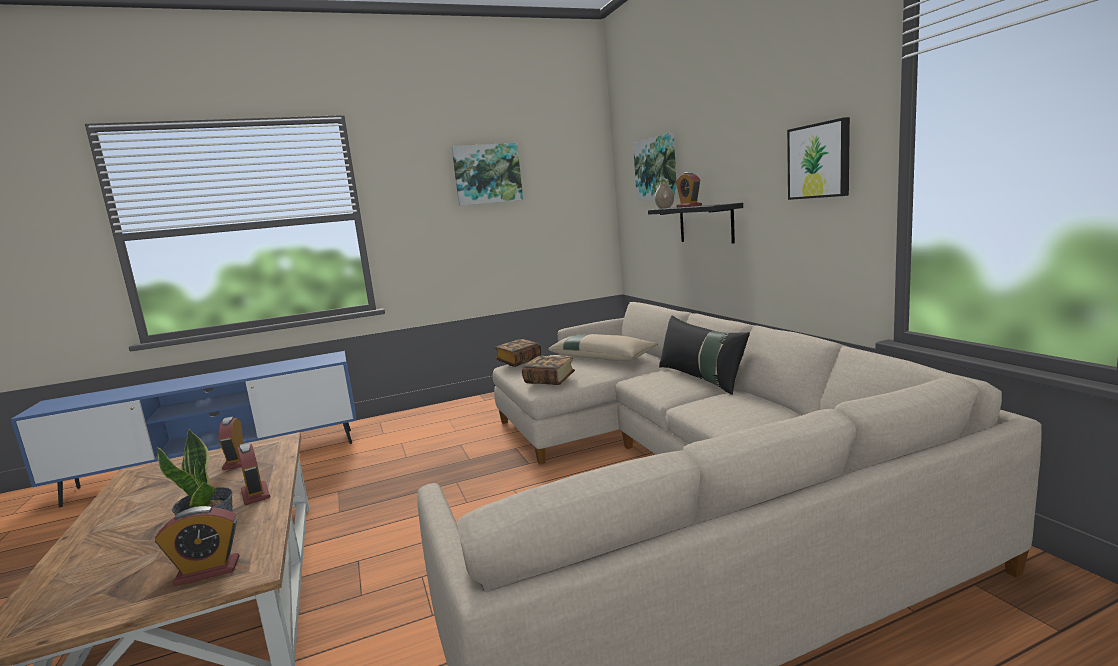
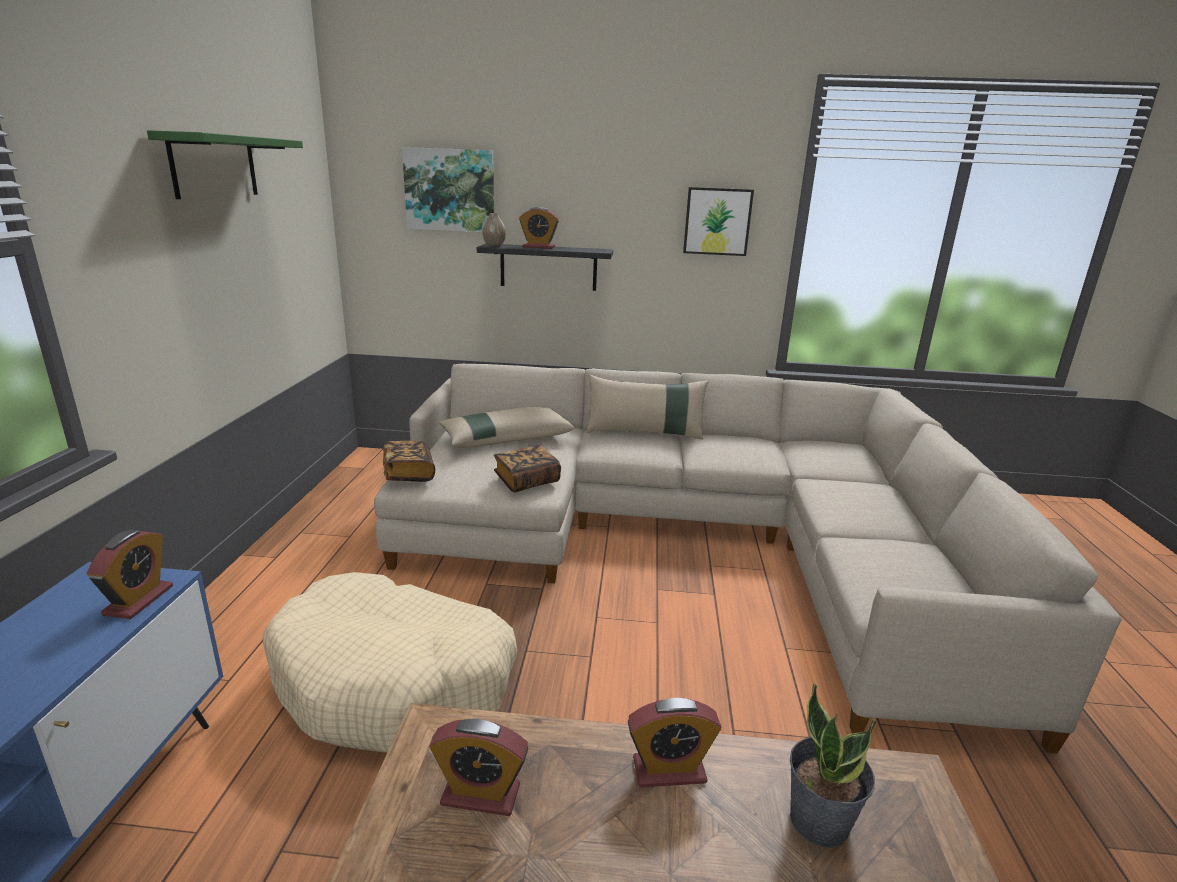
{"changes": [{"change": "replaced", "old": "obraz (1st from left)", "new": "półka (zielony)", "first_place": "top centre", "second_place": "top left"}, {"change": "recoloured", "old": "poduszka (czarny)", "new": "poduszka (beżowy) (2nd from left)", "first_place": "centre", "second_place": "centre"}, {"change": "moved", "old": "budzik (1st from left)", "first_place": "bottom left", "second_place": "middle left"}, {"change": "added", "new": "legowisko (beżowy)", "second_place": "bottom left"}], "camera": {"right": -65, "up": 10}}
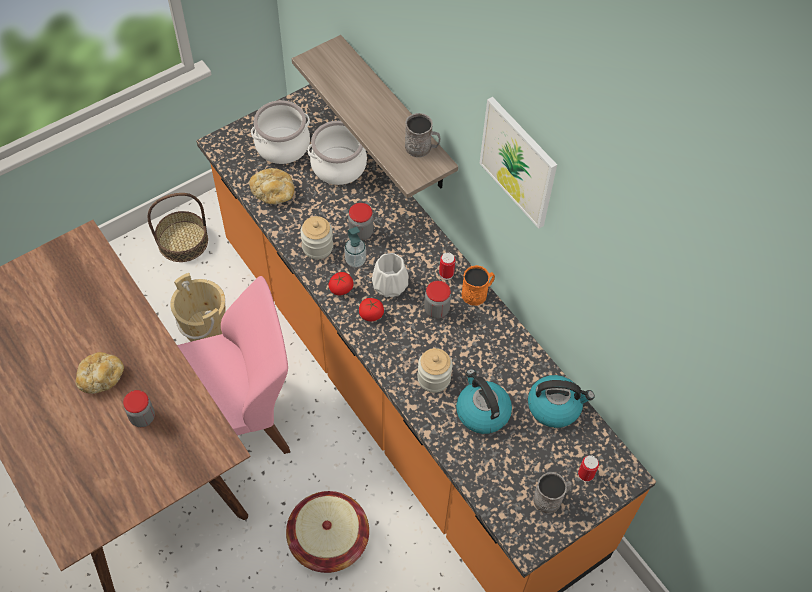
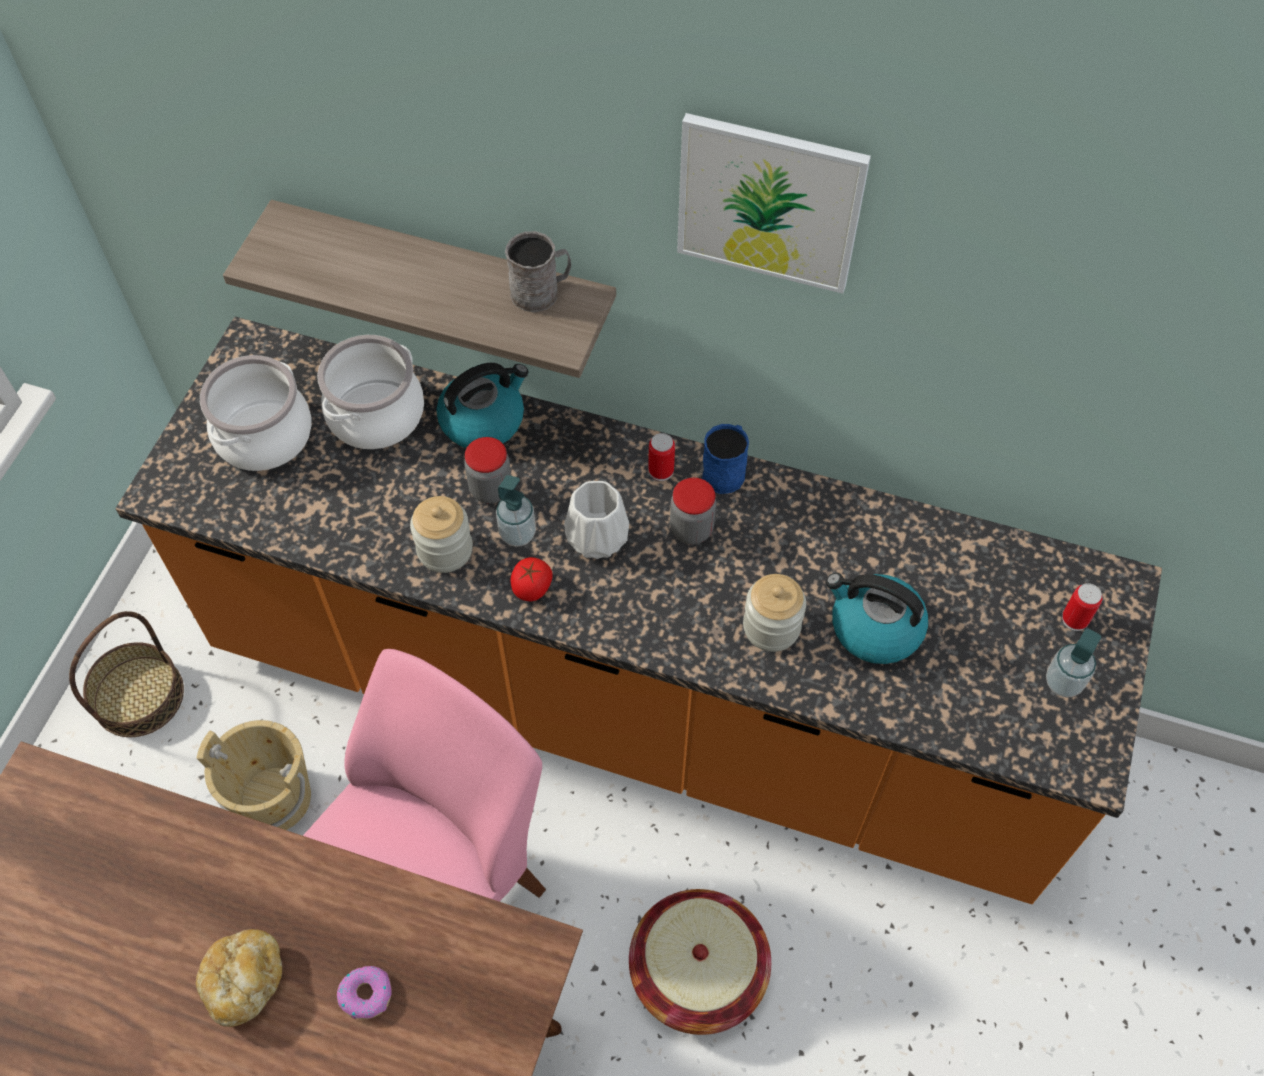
{"changes": [{"change": "removed", "old": "chleb (2nd from left)", "first_place": "top centre"}, {"change": "recoloured", "old": "kubek (pomarańczowy)", "new": "kubek (niebieski)", "first_place": "centre", "second_place": "centre"}, {"change": "removed", "old": "pomidor (2nd from left)", "first_place": "centre"}, {"change": "moved", "old": "czajnik (2nd from left in the first image)", "new": "czajnik (1st from left)", "first_place": "bottom right", "second_place": "centre"}, {"change": "replaced", "old": "słoik (1st from left)", "new": "donut", "first_place": "bottom left", "second_place": "bottom left"}, {"change": "replaced", "old": "kubek (szary) (2nd from left)", "new": "dozownik mydła (2nd from left)", "first_place": "bottom right", "second_place": "middle right"}], "camera": {"right": -35, "up": 0}}
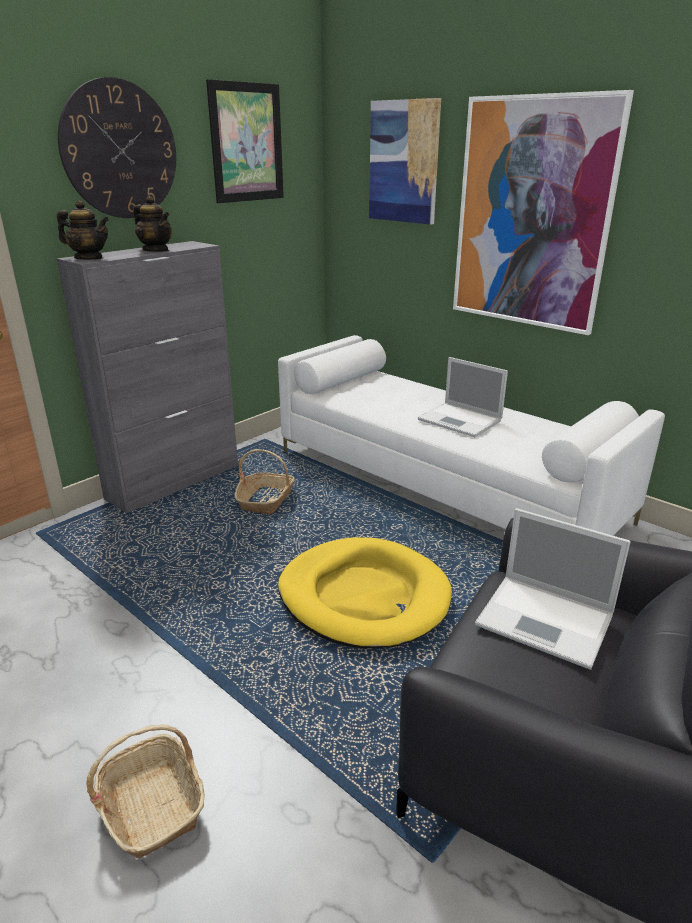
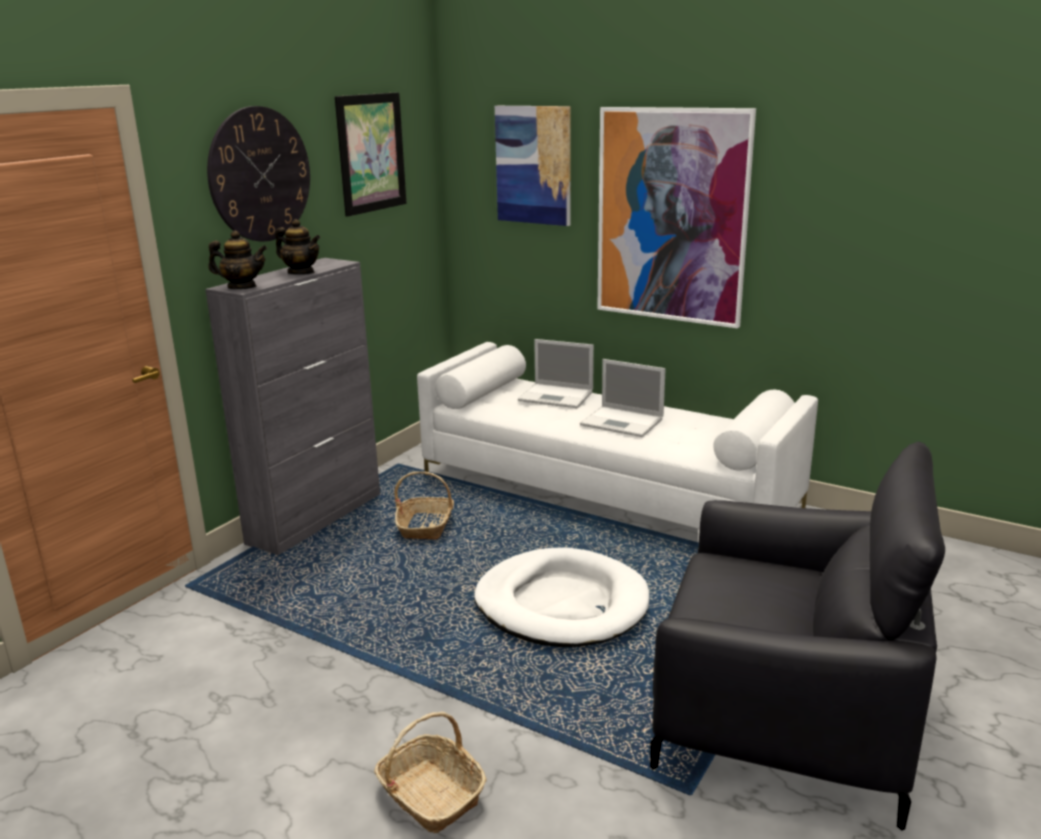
{"changes": [{"change": "moved", "old": "laptop (2nd from left in the first image)", "new": "laptop (1st from left)", "first_place": "middle right", "second_place": "centre"}, {"change": "recoloured", "old": "legowisko (żółty)", "new": "legowisko (biały)", "first_place": "centre", "second_place": "bottom centre"}], "camera": {"right": -10, "up": -5}}
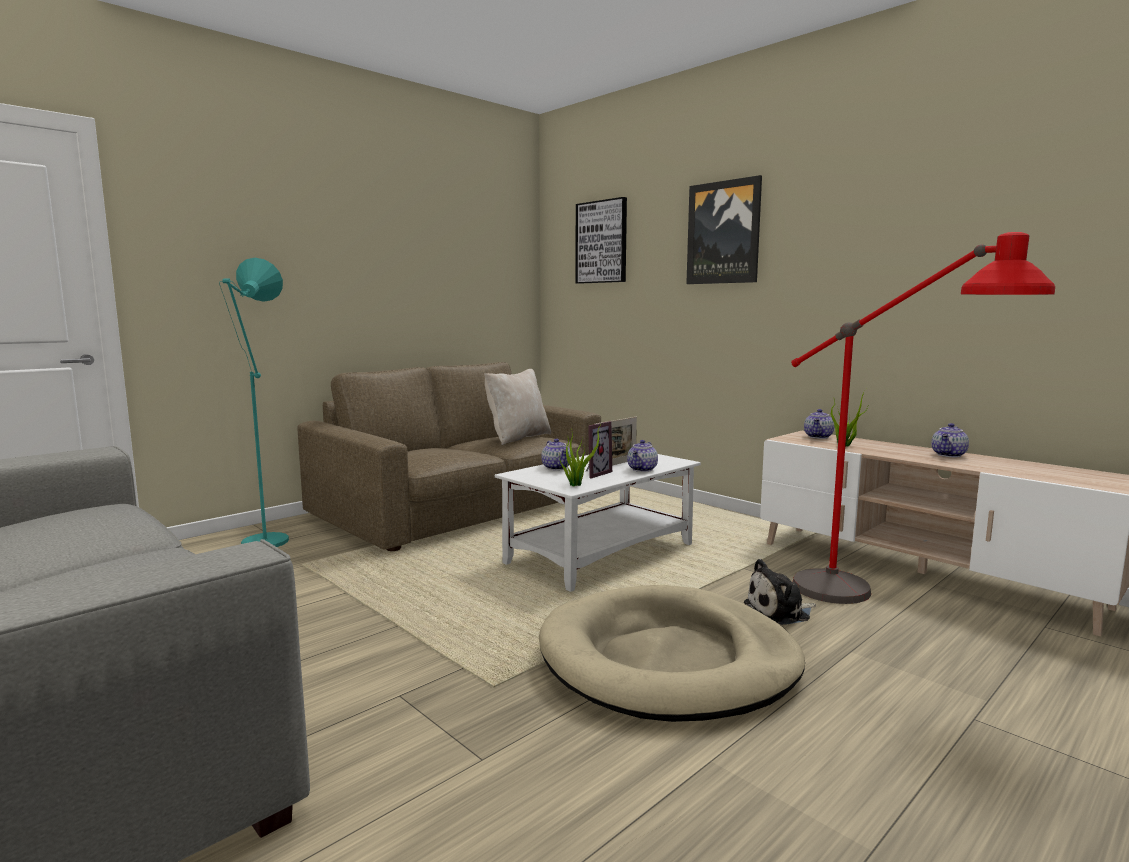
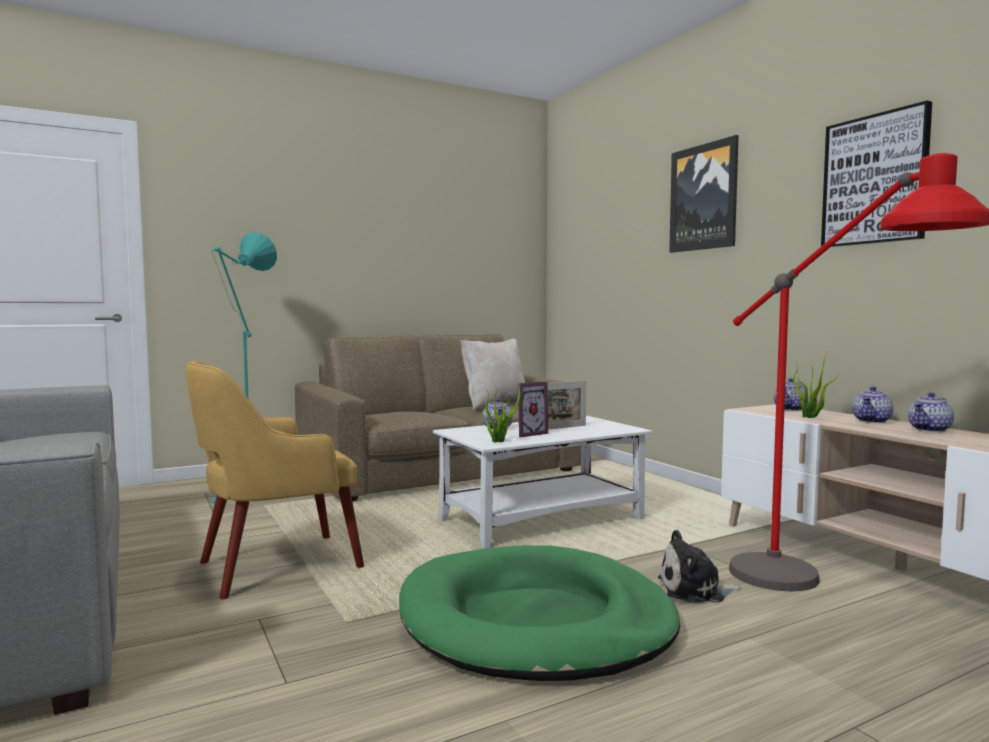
{"changes": [{"change": "moved", "old": "obraz (1st from left in the first image)", "new": "obraz (2nd from left)", "first_place": "top centre", "second_place": "top right"}, {"change": "moved", "old": "imbryk (2nd from left in the first image)", "new": "imbryk (3rd from left)", "first_place": "centre", "second_place": "middle right"}, {"change": "recoloured", "old": "legowisko (beżowy)", "new": "legowisko (zielony)", "first_place": "bottom centre", "second_place": "bottom centre"}, {"change": "added", "new": "fotel (żółty)", "second_place": "middle left"}], "camera": {"right": 15, "up": -5}}
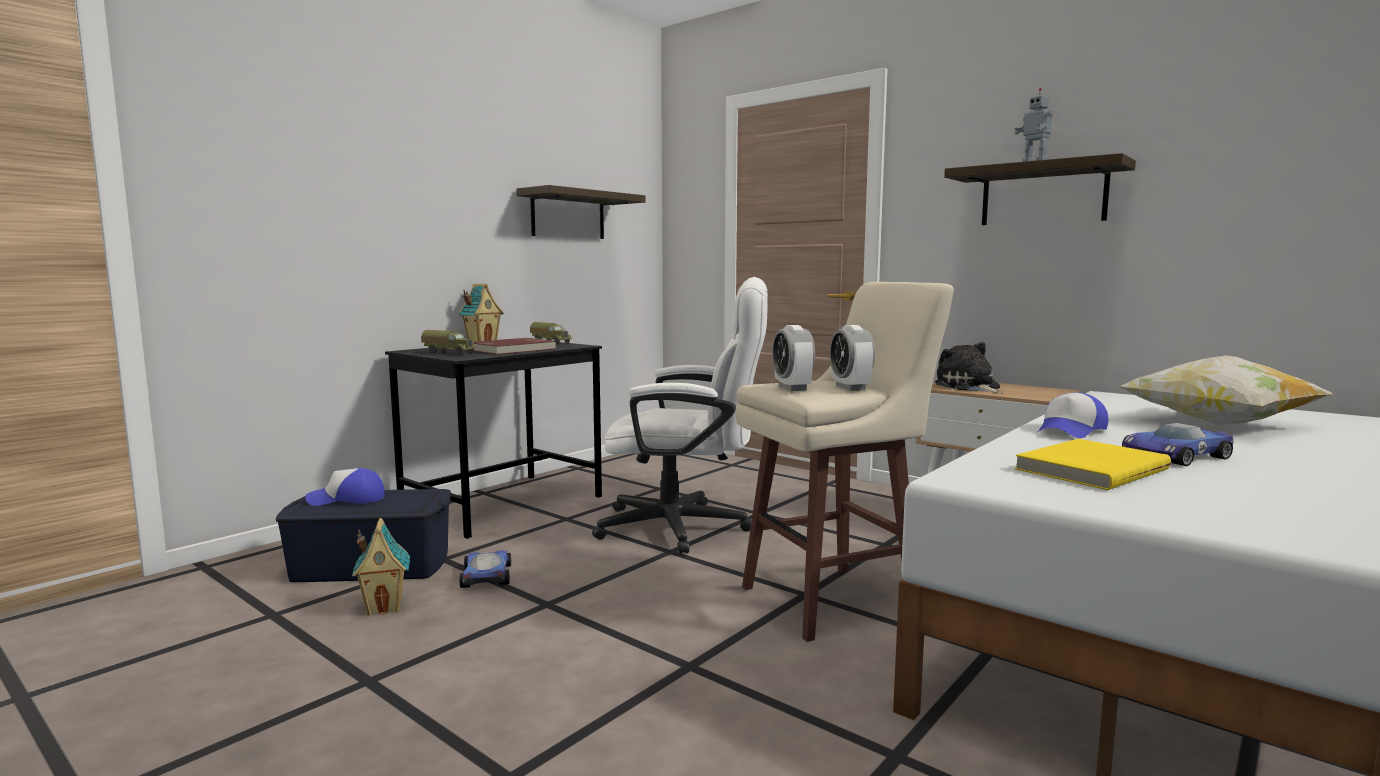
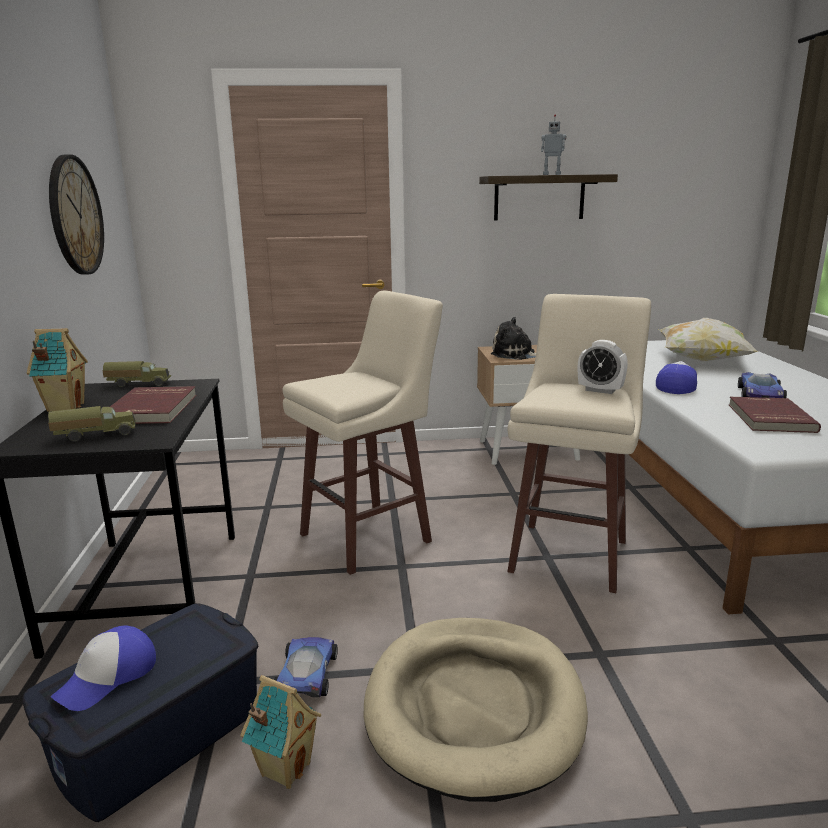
{"changes": [{"change": "replaced", "old": "półka (1st from left)", "new": "zegar ścienny", "first_place": "top centre", "second_place": "top left"}, {"change": "replaced", "old": "krzesło biurowe (biały)", "new": "stołek (beżowy) (1st from left)", "first_place": "centre", "second_place": "centre"}, {"change": "removed", "old": "budzik (1st from left)", "first_place": "centre"}, {"change": "turned", "old": "czapka z daszkiem (2nd from left)", "first_place": "middle right", "second_place": "middle right", "degrees": -150}, {"change": "recoloured", "old": "książka (żółty)", "new": "książka (czerwony) (2nd from left)", "first_place": "middle right", "second_place": "middle right"}, {"change": "turned", "old": "samochodzik (1st from left)", "first_place": "bottom centre", "second_place": "bottom centre", "degrees": 60}, {"change": "added", "new": "legowisko (beżowy)", "second_place": "bottom centre"}], "camera": {"right": -45, "up": 10}}
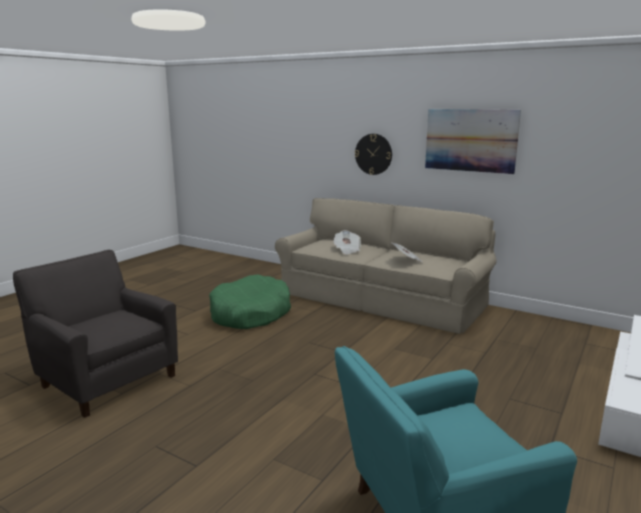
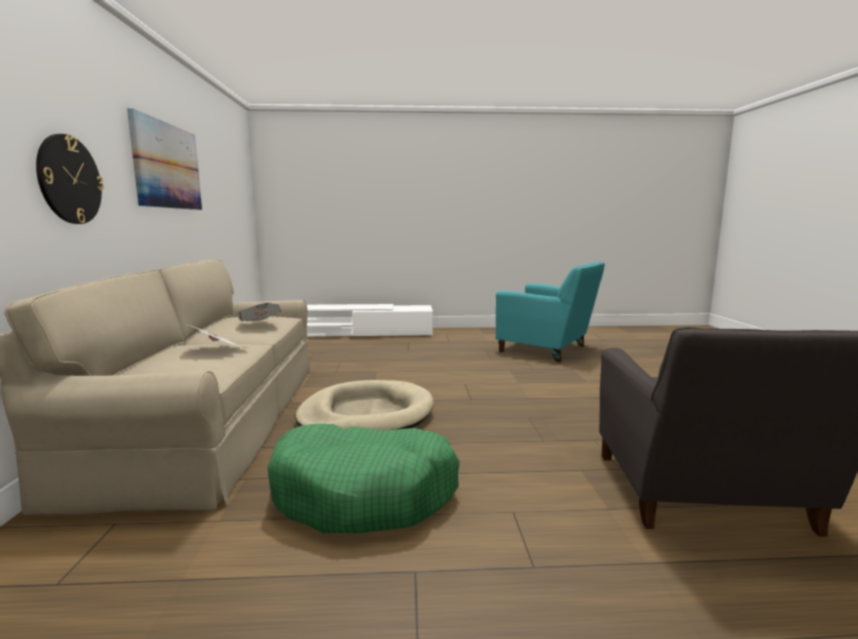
{"changes": [{"change": "added", "new": "legowisko (beżowy)", "second_place": "centre"}], "camera": {"right": -125, "up": -5}}
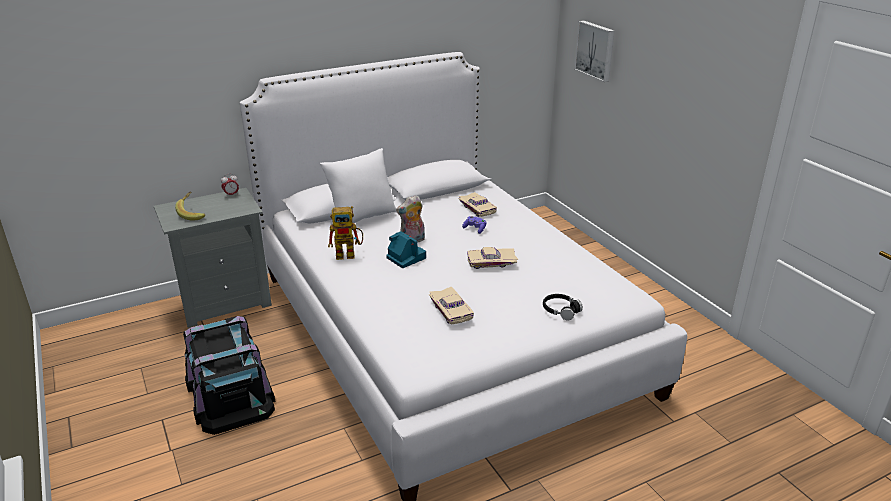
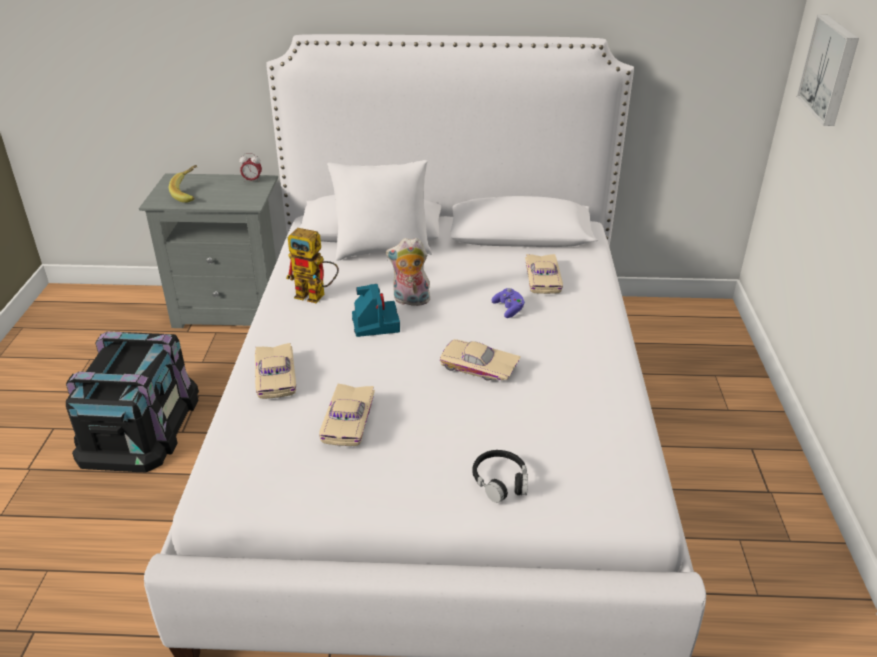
{"changes": [{"change": "added", "new": "samochodzik (beżowy) (1st from left)", "second_place": "middle left"}], "camera": {"right": 30, "up": 5}}
